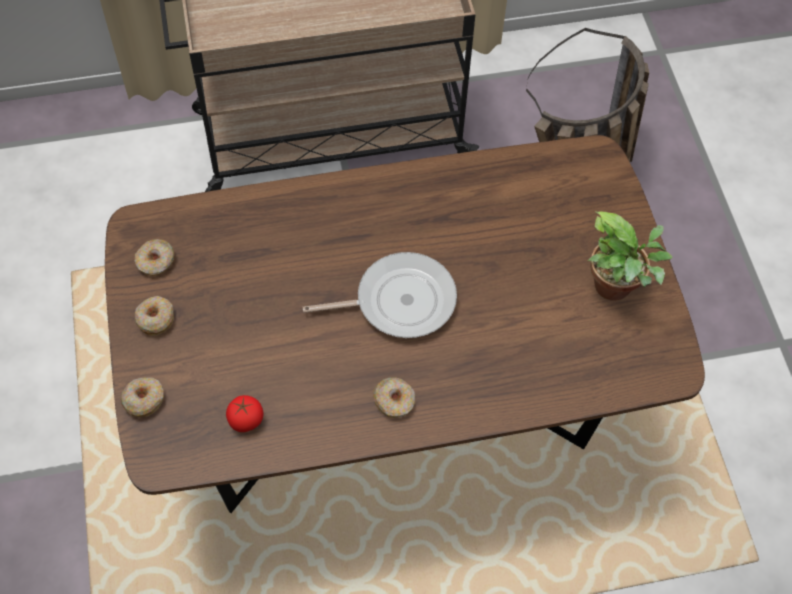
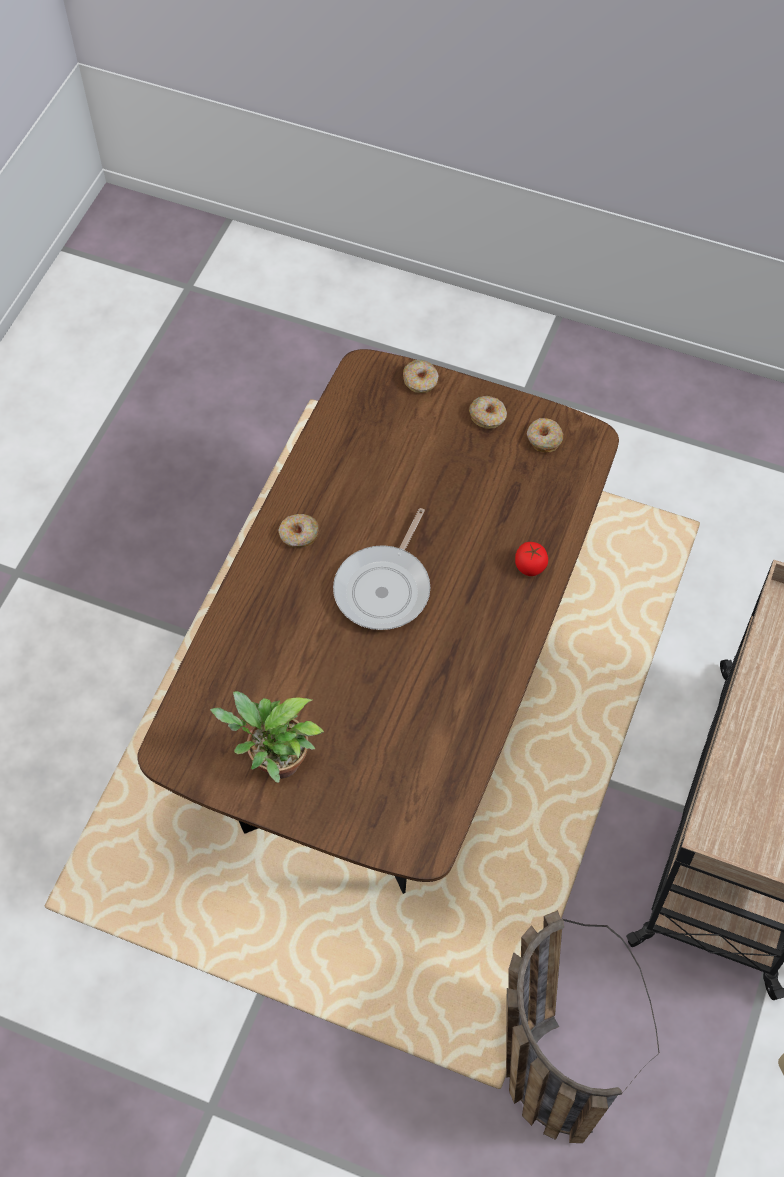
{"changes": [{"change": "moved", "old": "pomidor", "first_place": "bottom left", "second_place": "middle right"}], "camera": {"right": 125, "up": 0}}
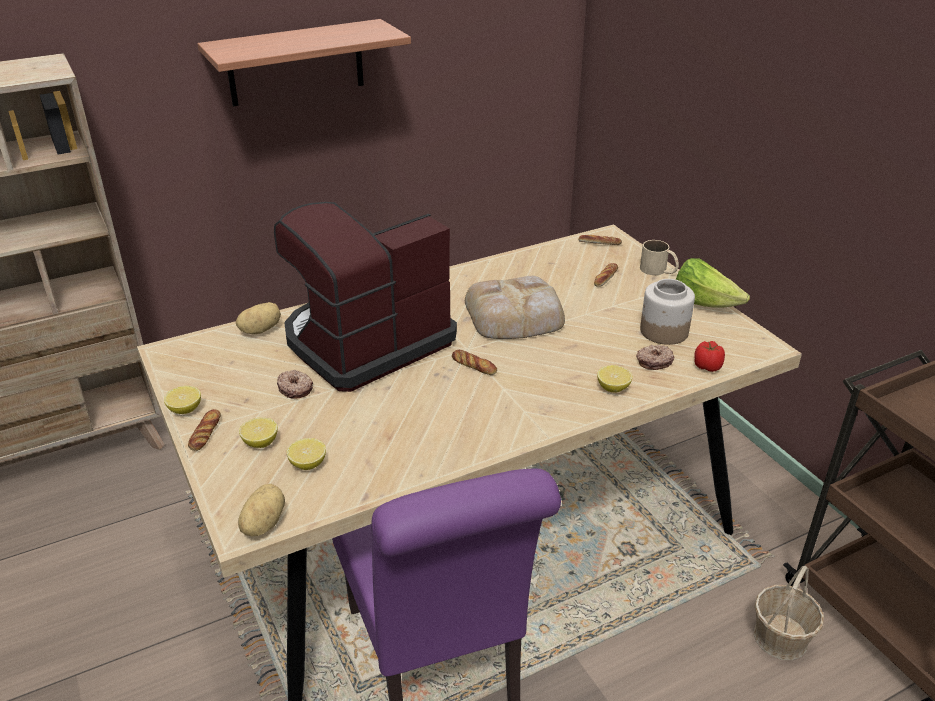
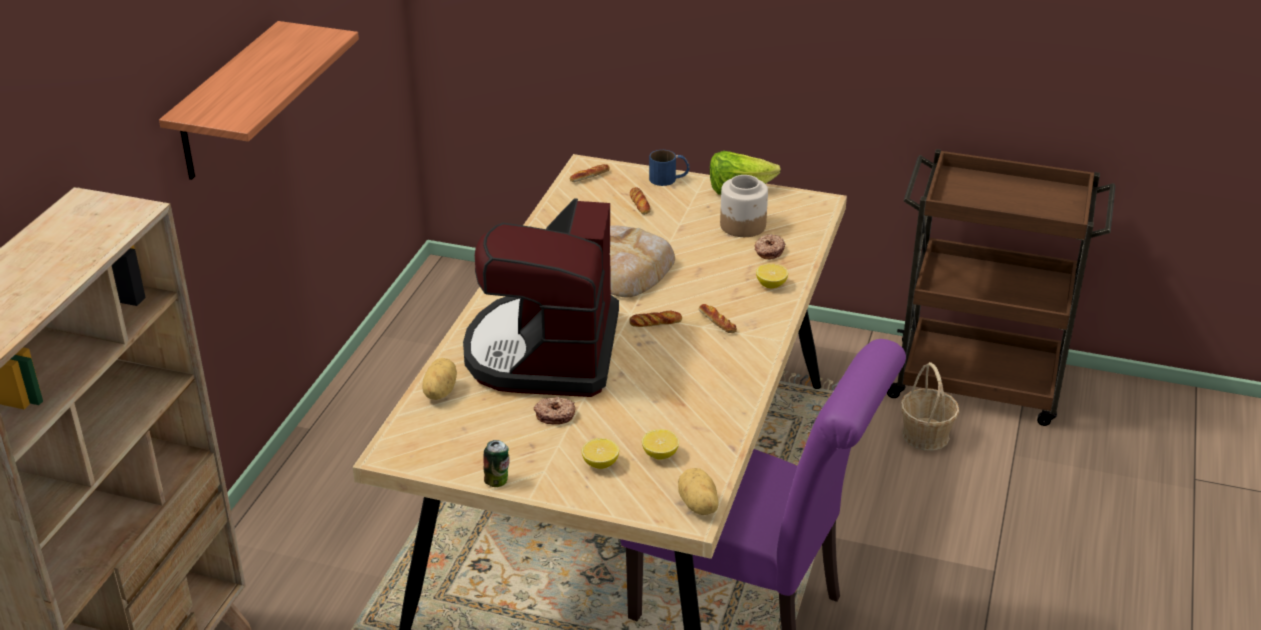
{"changes": [{"change": "recoloured", "old": "kubek (beżowy)", "new": "kubek (niebieski)", "first_place": "middle right", "second_place": "top centre"}, {"change": "removed", "old": "pomidor", "first_place": "middle right"}, {"change": "replaced", "old": "cytryna (1st from left)", "new": "puszka", "first_place": "middle left", "second_place": "bottom centre"}, {"change": "moved", "old": "chleb (1st from left in the first image)", "new": "chleb (5th from left)", "first_place": "middle left", "second_place": "centre"}], "camera": {"right": -45, "up": 0}}
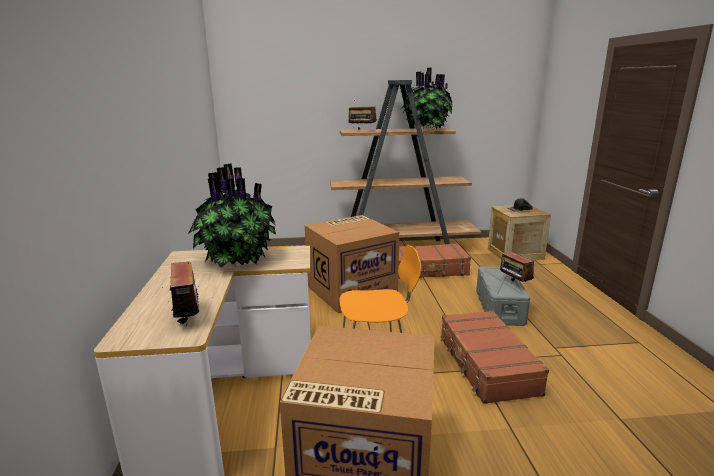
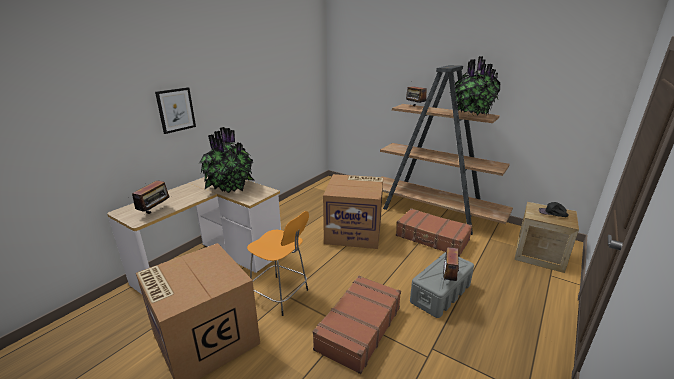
{"changes": [{"change": "added", "new": "obraz", "second_place": "top left"}], "camera": {"right": 40, "up": 5}}
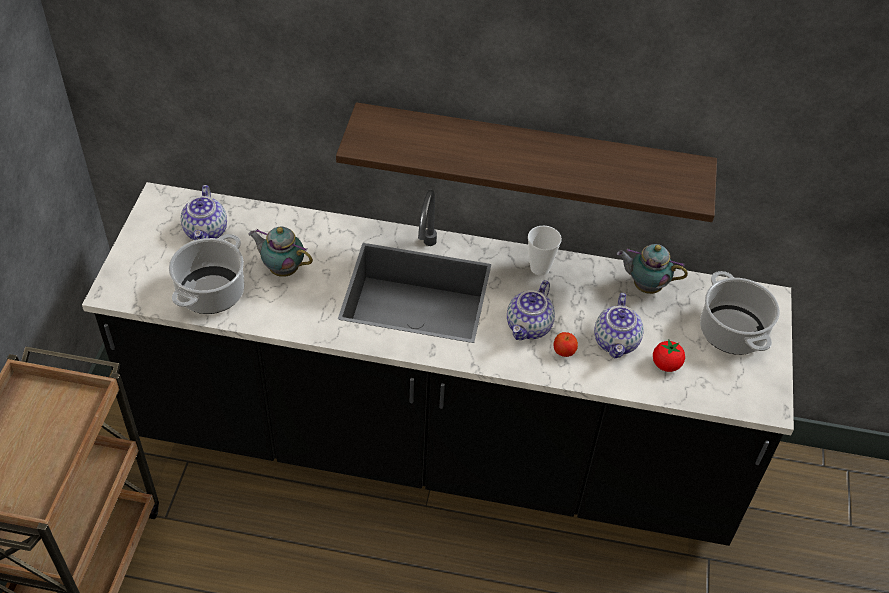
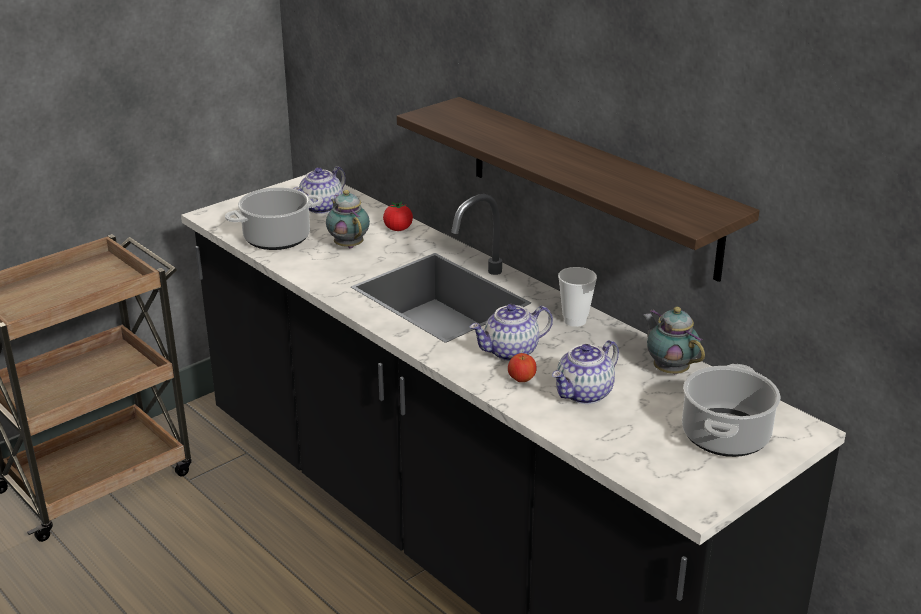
{"changes": [{"change": "moved", "old": "pomidor", "first_place": "middle right", "second_place": "centre"}], "camera": {"right": 40, "up": -20}}
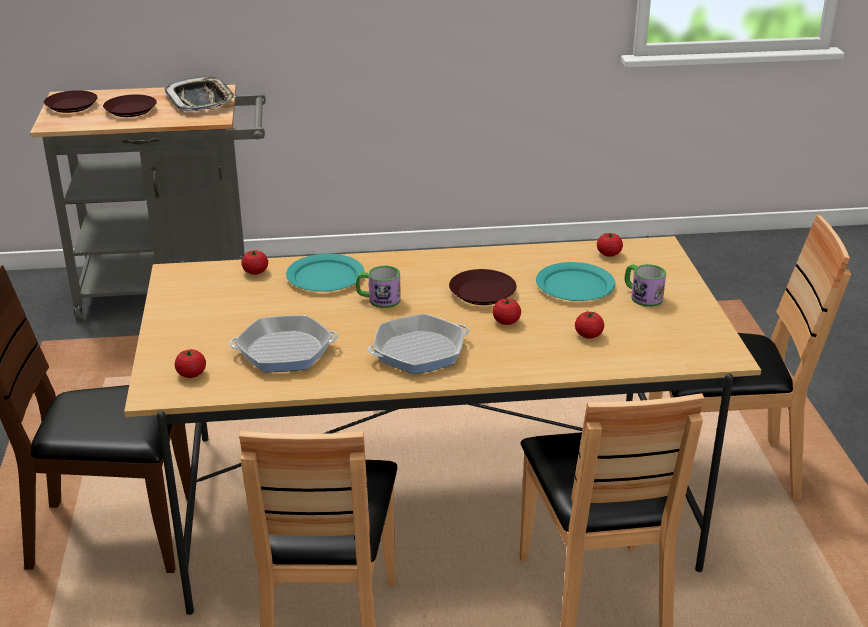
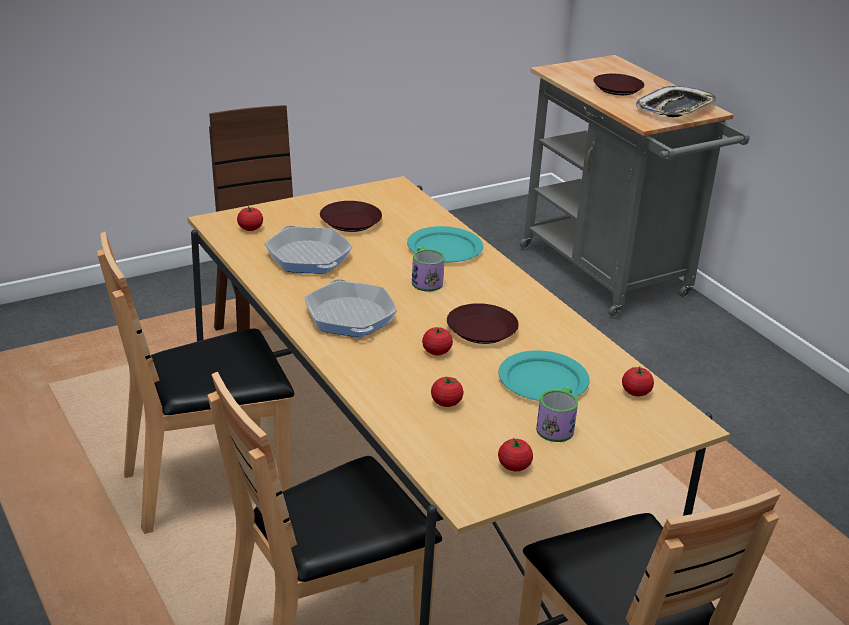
{"changes": [{"change": "moved", "old": "talerz (brązowy) (1st from left)", "first_place": "top left", "second_place": "centre"}, {"change": "moved", "old": "pomidor (2nd from left in the first image)", "new": "pomidor (4th from left)", "first_place": "middle left", "second_place": "bottom centre"}, {"change": "turned", "old": "patelnia (2nd from left)", "first_place": "centre", "second_place": "centre", "degrees": -150}], "camera": {"right": 65, "up": 0}}
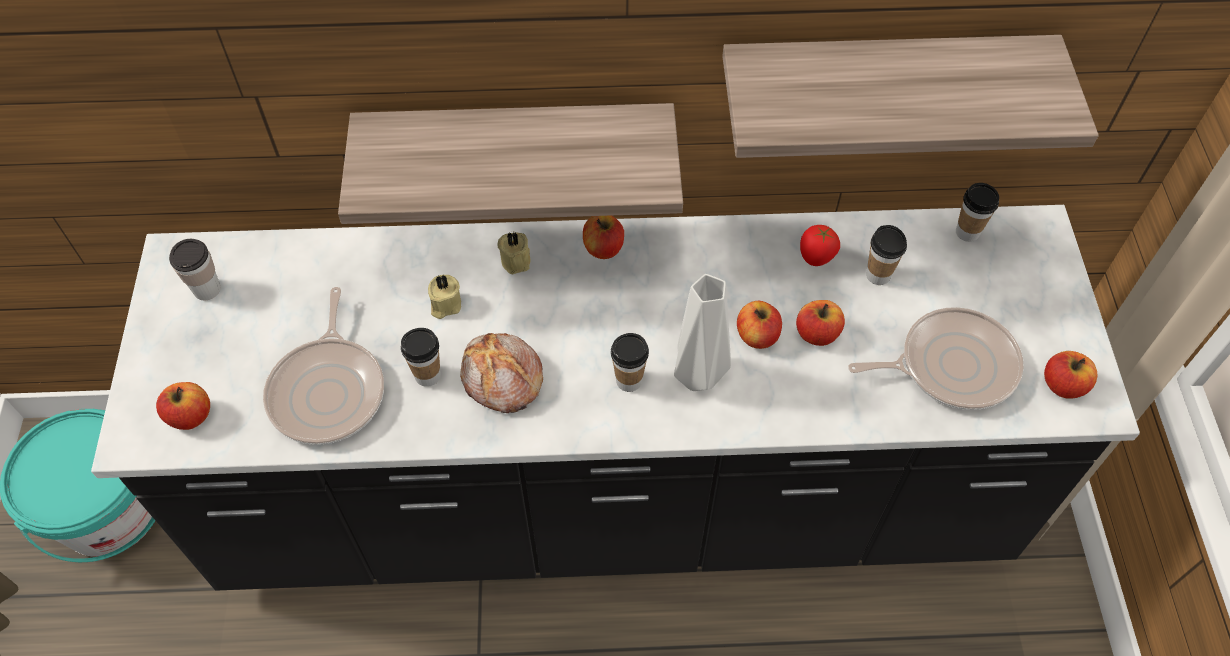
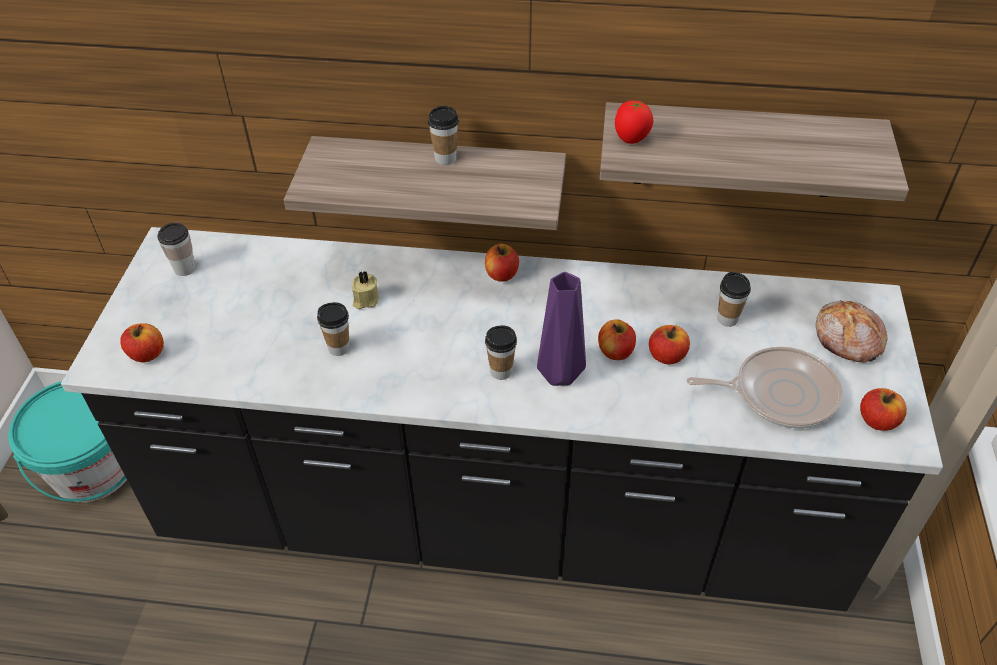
{"changes": [{"change": "moved", "old": "filiżanka (5th from left in the first image)", "new": "filiżanka (3rd from left)", "first_place": "top right", "second_place": "top centre"}, {"change": "moved", "old": "pomidor", "first_place": "middle right", "second_place": "top centre"}, {"change": "removed", "old": "świeca (beżowy) (2nd from left)", "first_place": "centre"}, {"change": "recoloured", "old": "wazon (szary)", "new": "wazon (fioletowy)", "first_place": "centre", "second_place": "centre"}, {"change": "removed", "old": "patelnia (1st from left)", "first_place": "middle left"}, {"change": "moved", "old": "chleb", "first_place": "centre", "second_place": "middle right"}], "camera": {"right": 10, "up": -10}}
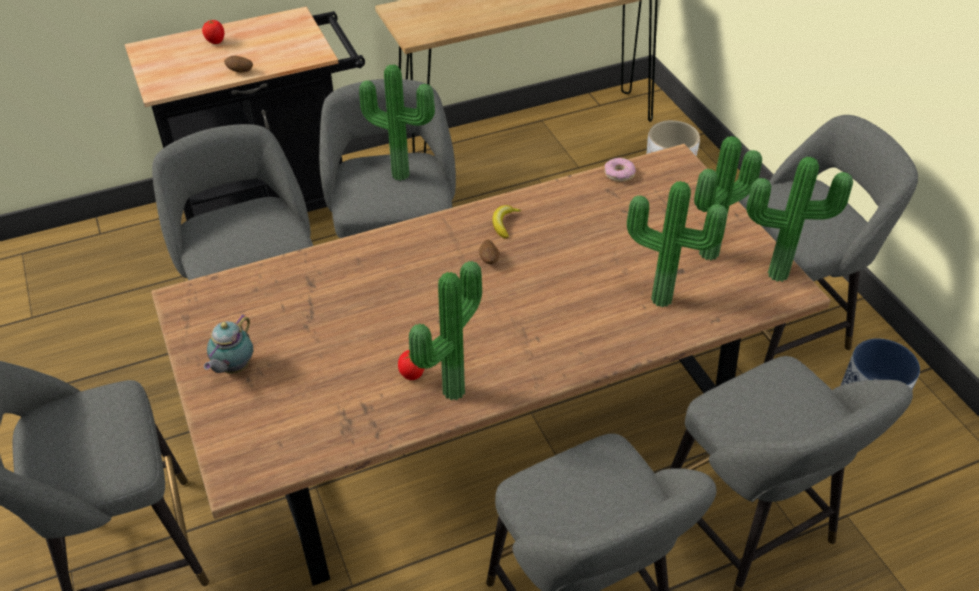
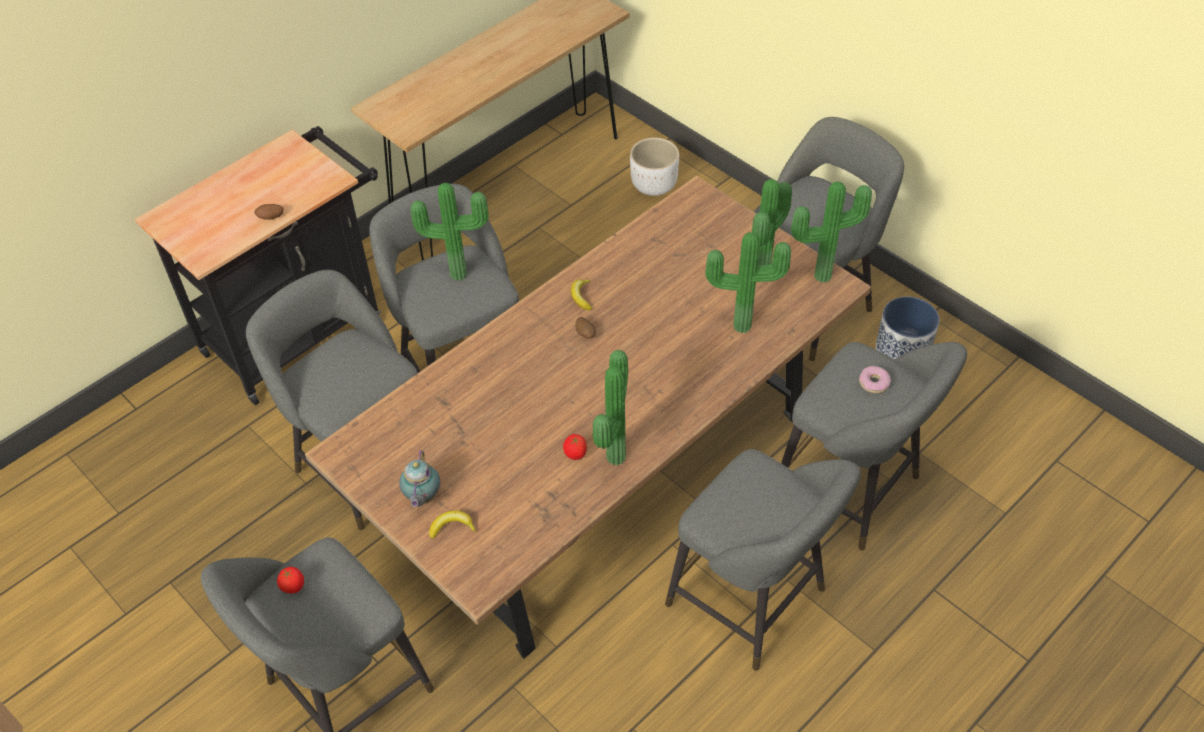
{"changes": [{"change": "moved", "old": "pomidor (1st from left)", "first_place": "top left", "second_place": "bottom left"}, {"change": "moved", "old": "donut", "first_place": "top centre", "second_place": "middle right"}, {"change": "added", "new": "banan (1st from left)", "second_place": "bottom centre"}], "camera": {"right": -20, "up": 5}}
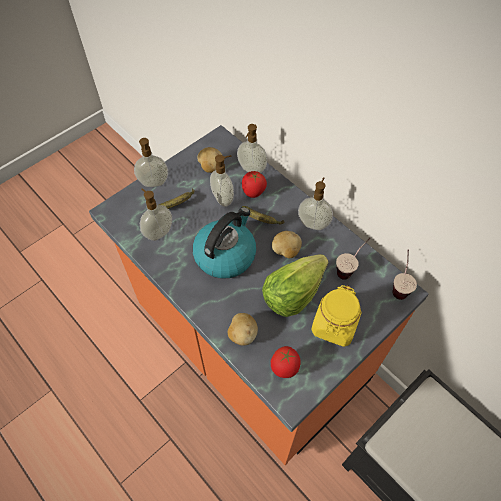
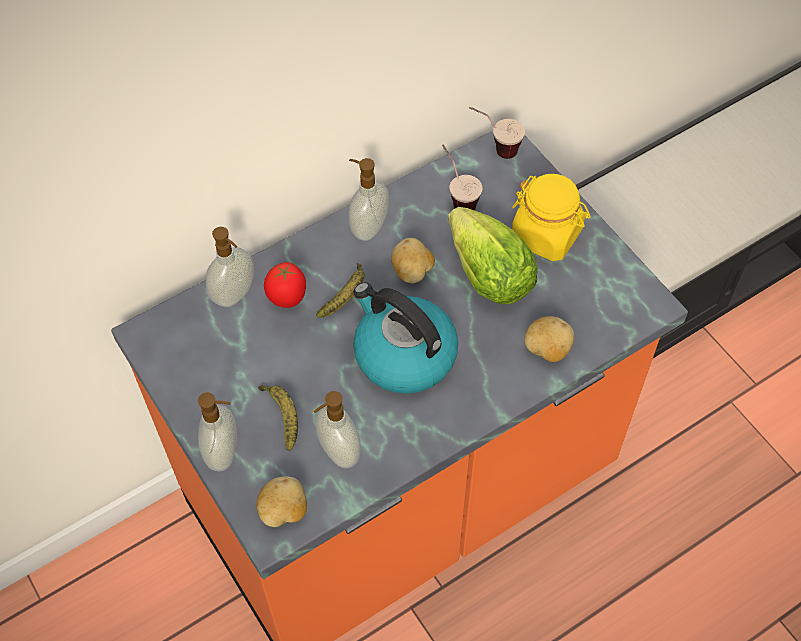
{"changes": [{"change": "moved", "old": "ziemniak (1st from left)", "first_place": "top centre", "second_place": "bottom centre"}, {"change": "removed", "old": "dozownik mydła (3rd from left)", "first_place": "centre"}, {"change": "removed", "old": "pomidor (2nd from left)", "first_place": "bottom centre"}], "camera": {"right": -80, "up": 0}}
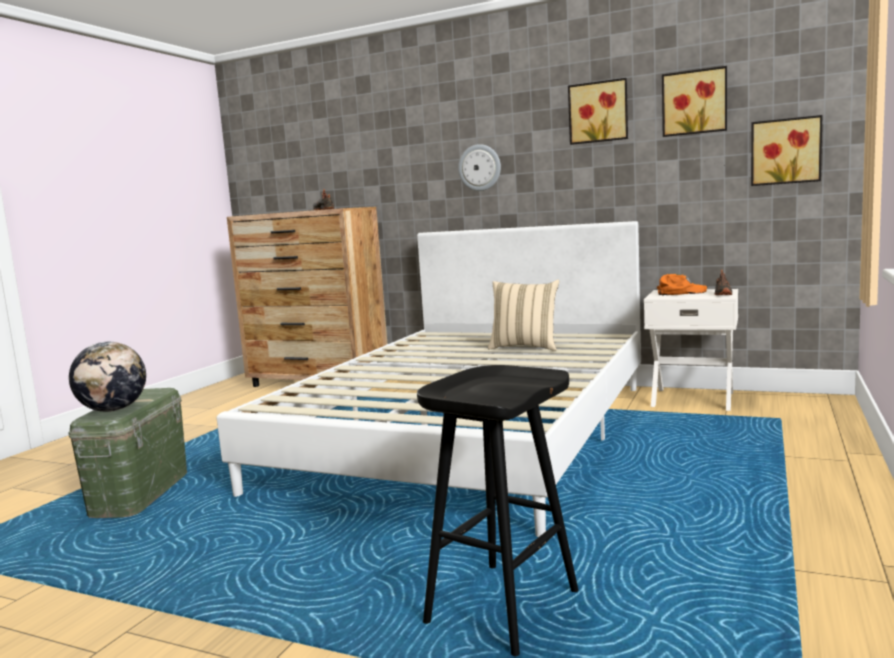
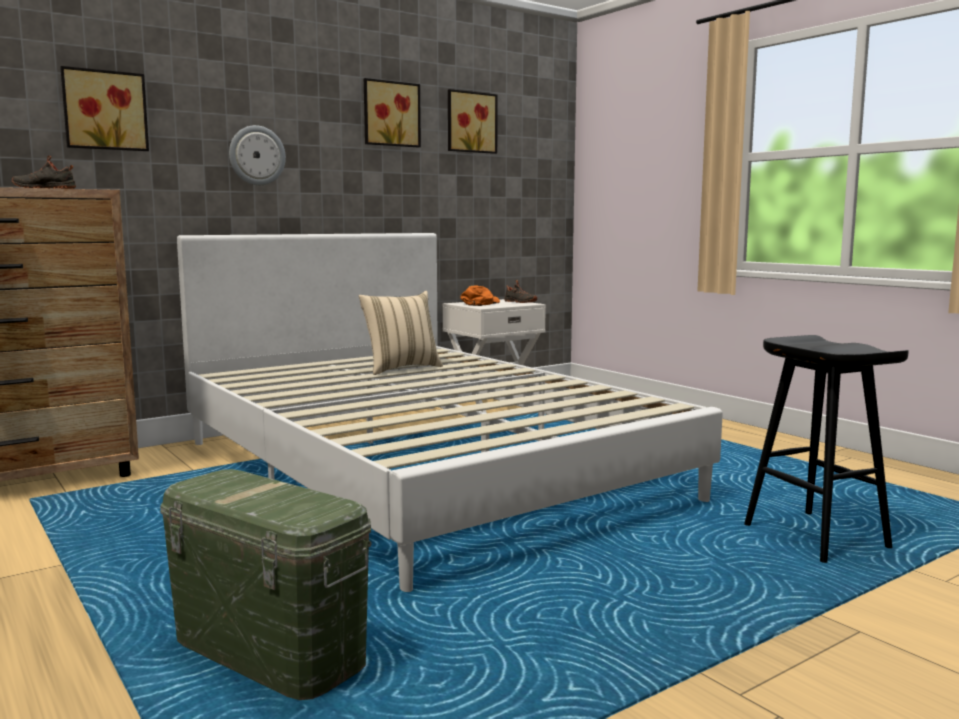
{"changes": [{"change": "moved", "old": "obraz (3rd from left in the first image)", "new": "obraz (1st from left)", "first_place": "top right", "second_place": "top left"}, {"change": "removed", "old": "globus", "first_place": "middle left"}], "camera": {"right": -60, "up": 0}}
